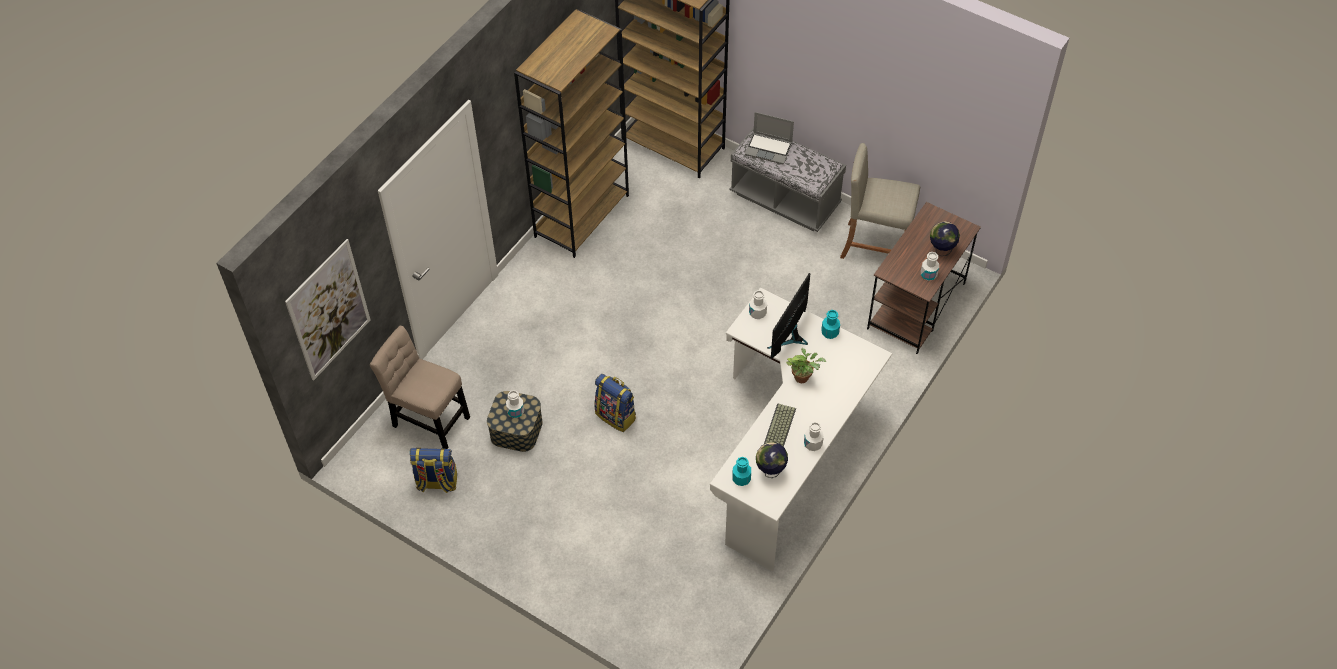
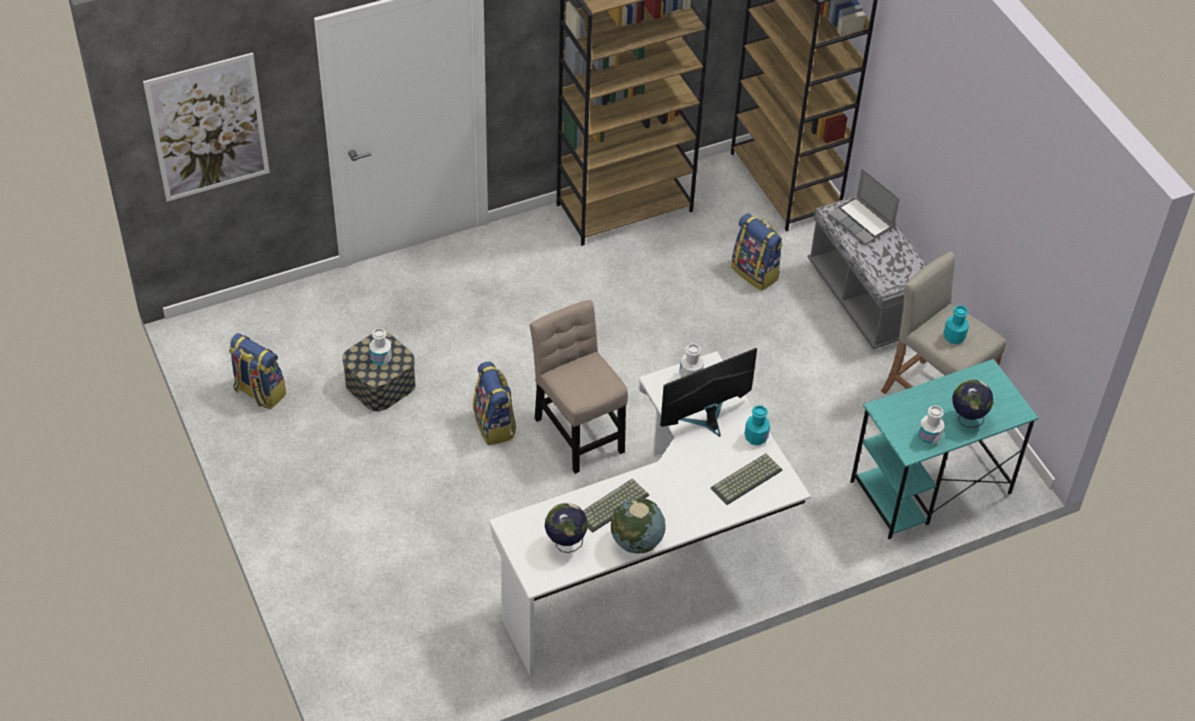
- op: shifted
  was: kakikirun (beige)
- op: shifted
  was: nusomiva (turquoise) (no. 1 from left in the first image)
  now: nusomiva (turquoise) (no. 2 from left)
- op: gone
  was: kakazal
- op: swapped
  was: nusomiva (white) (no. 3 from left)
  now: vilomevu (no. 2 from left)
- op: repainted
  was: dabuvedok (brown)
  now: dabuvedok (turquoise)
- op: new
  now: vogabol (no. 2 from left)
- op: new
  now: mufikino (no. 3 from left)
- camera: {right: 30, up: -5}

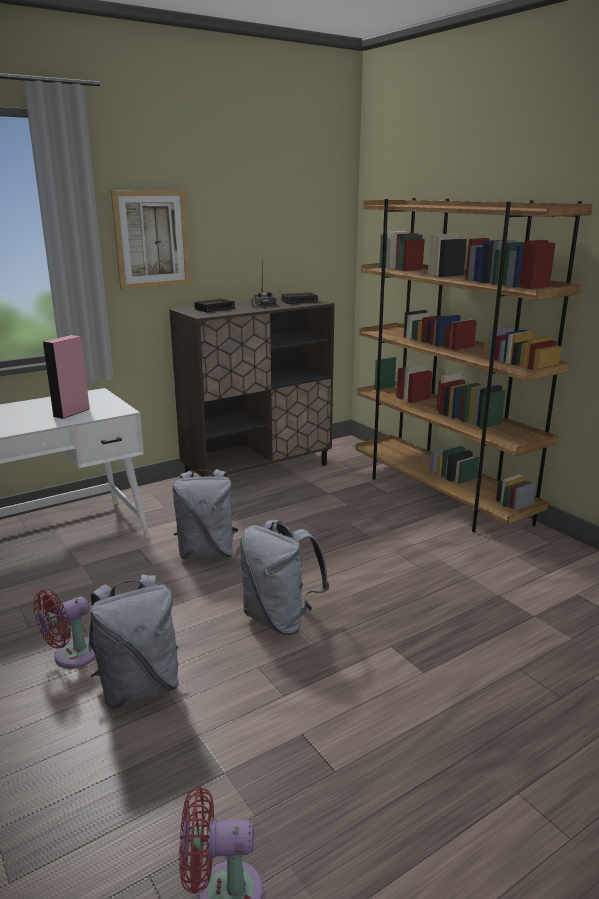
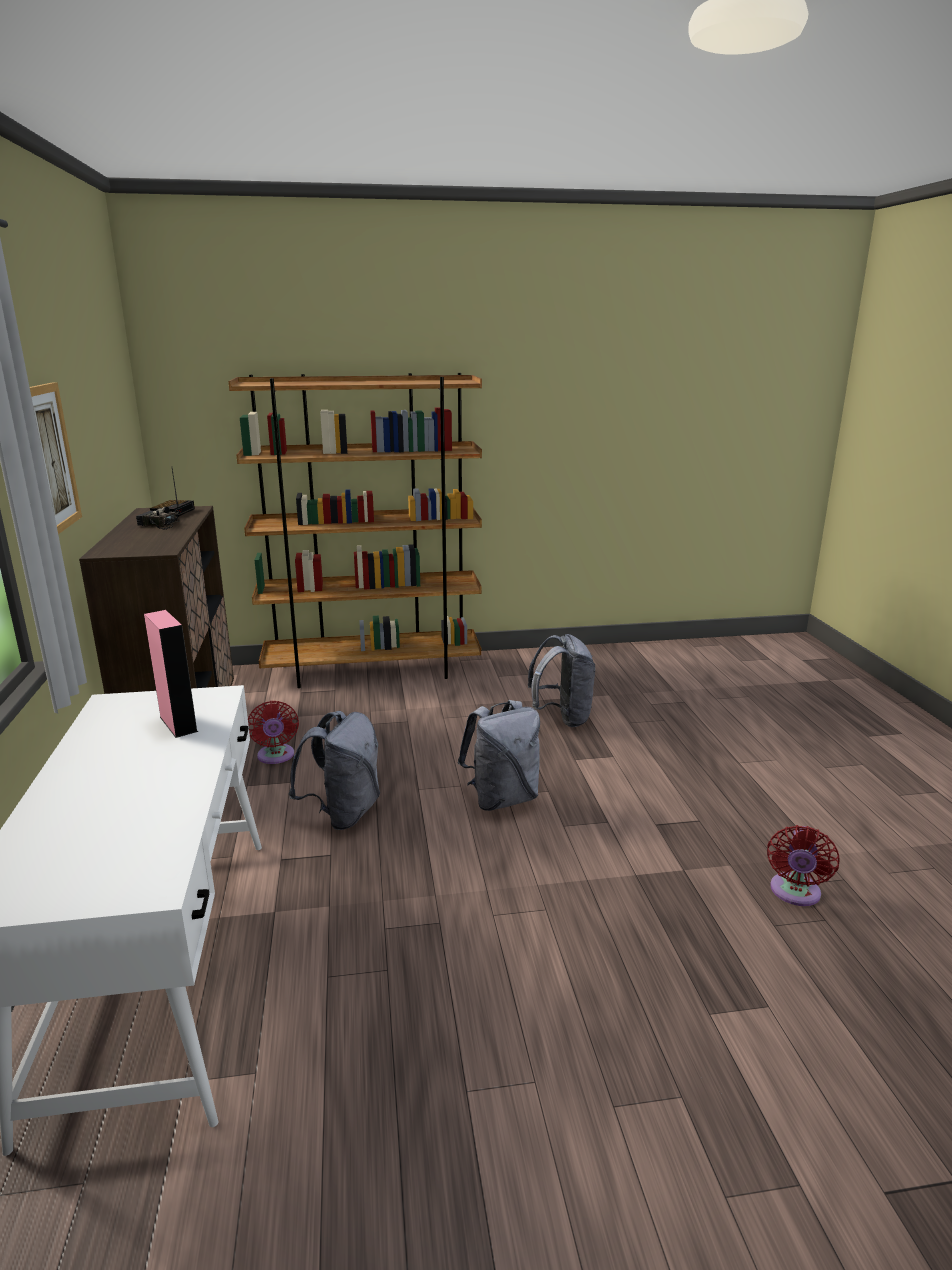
- op: shifted
  was: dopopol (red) (no. 1 from left)
- op: shifted
  was: mufikino (grey) (no. 1 from left in the first image)
  now: mufikino (grey) (no. 3 from left)
- op: gone
  was: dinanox (no. 1 from left)
- camera: {right: -65, up: 0}

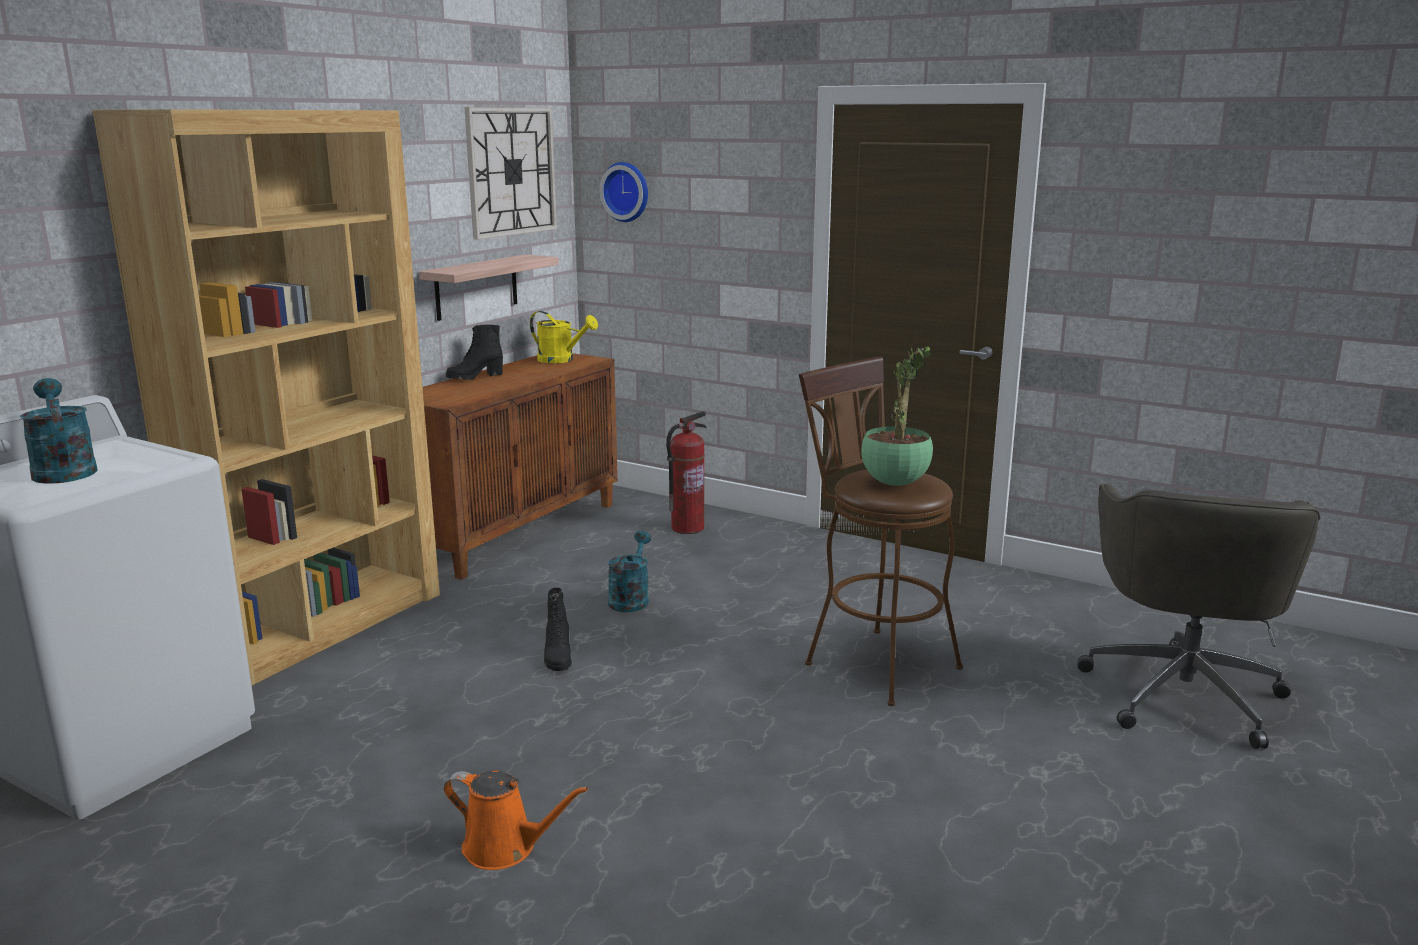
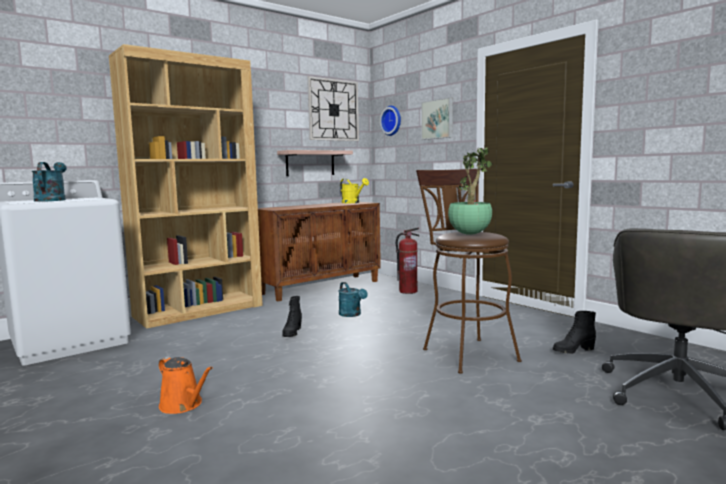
- op: shifted
  was: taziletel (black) (no. 1 from left in the first image)
  now: taziletel (black) (no. 2 from left)
- op: rotated
  was: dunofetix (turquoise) (no. 2 from left)
  clockwise: 120
- op: new
  now: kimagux
- camera: {right: 20, up: -10}

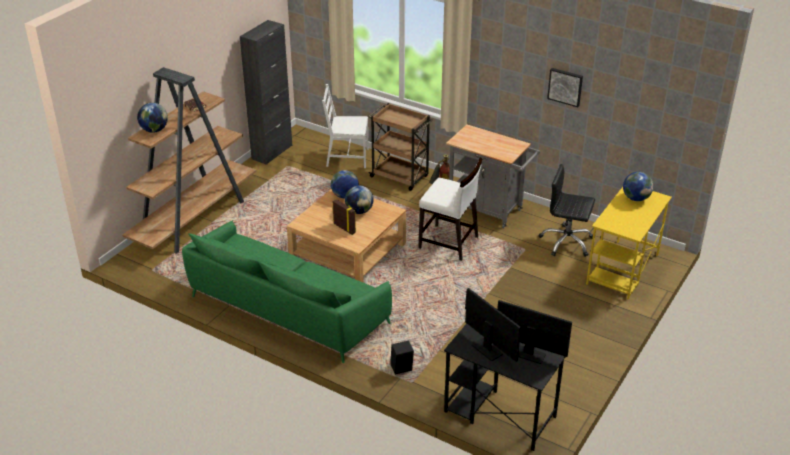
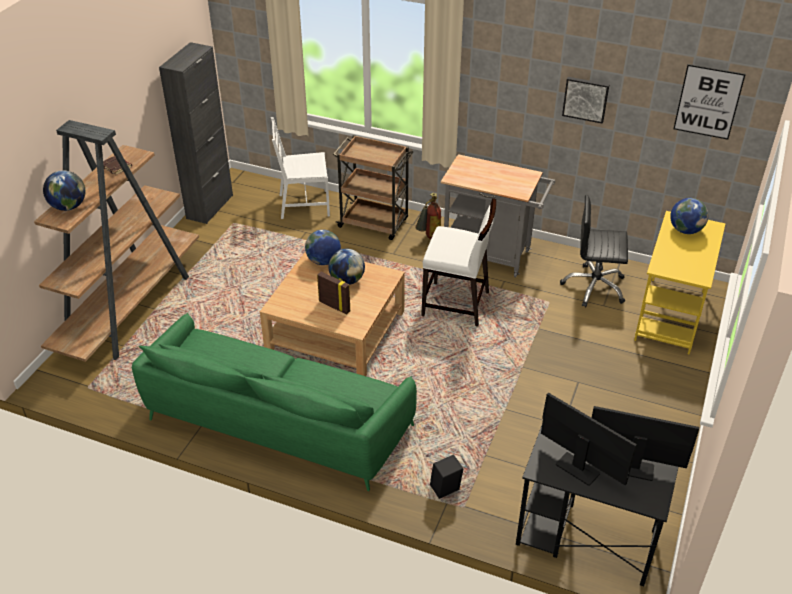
- op: new
  now: kimagux (no. 2 from left)
- camera: {right: -10, up: 5}

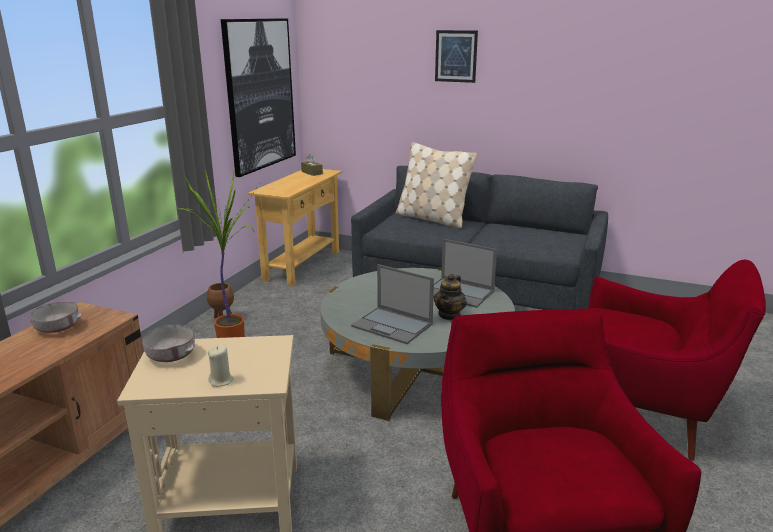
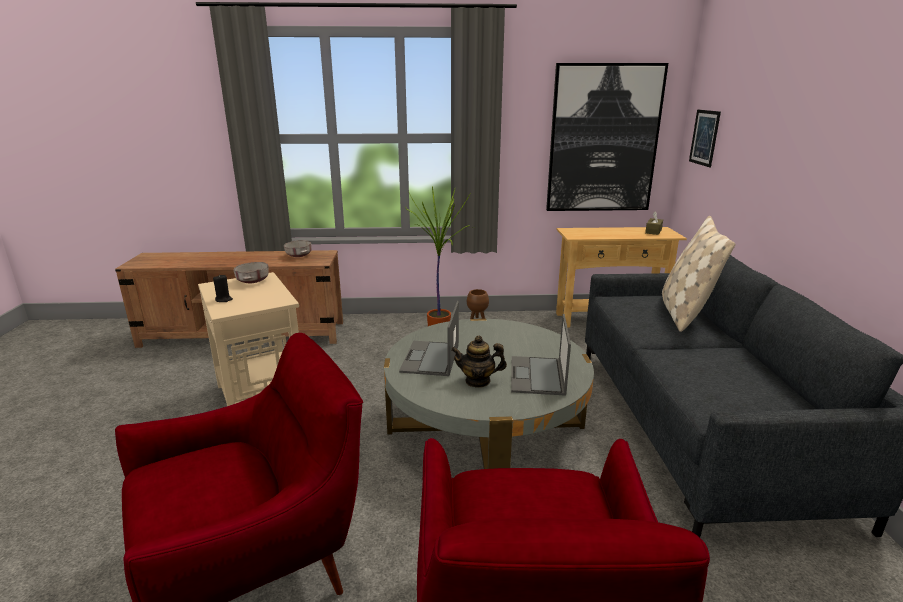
- op: repainted
  was: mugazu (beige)
  now: mugazu (black)
- op: shifted
  was: kimagux (no. 2 from left)
- camera: {right: 65, up: 0}

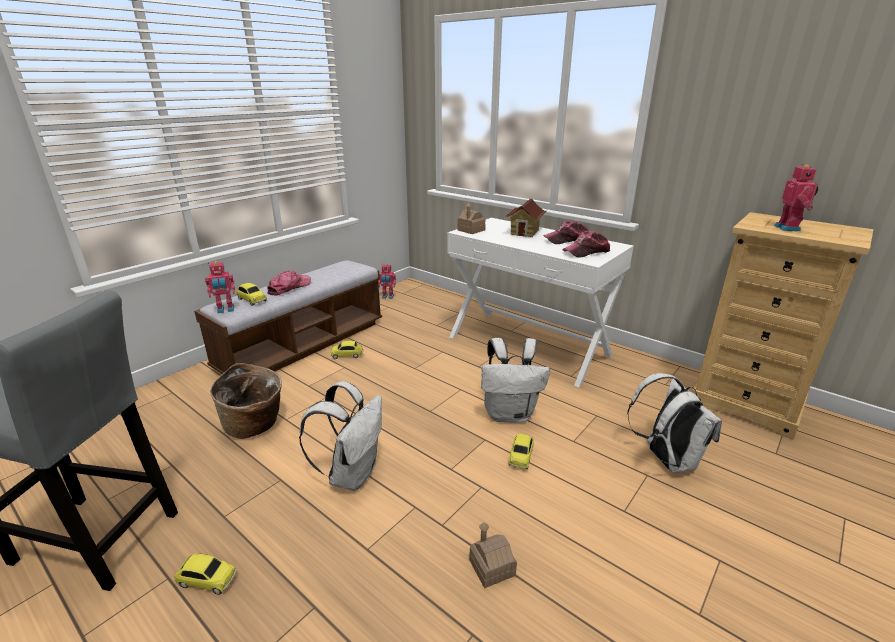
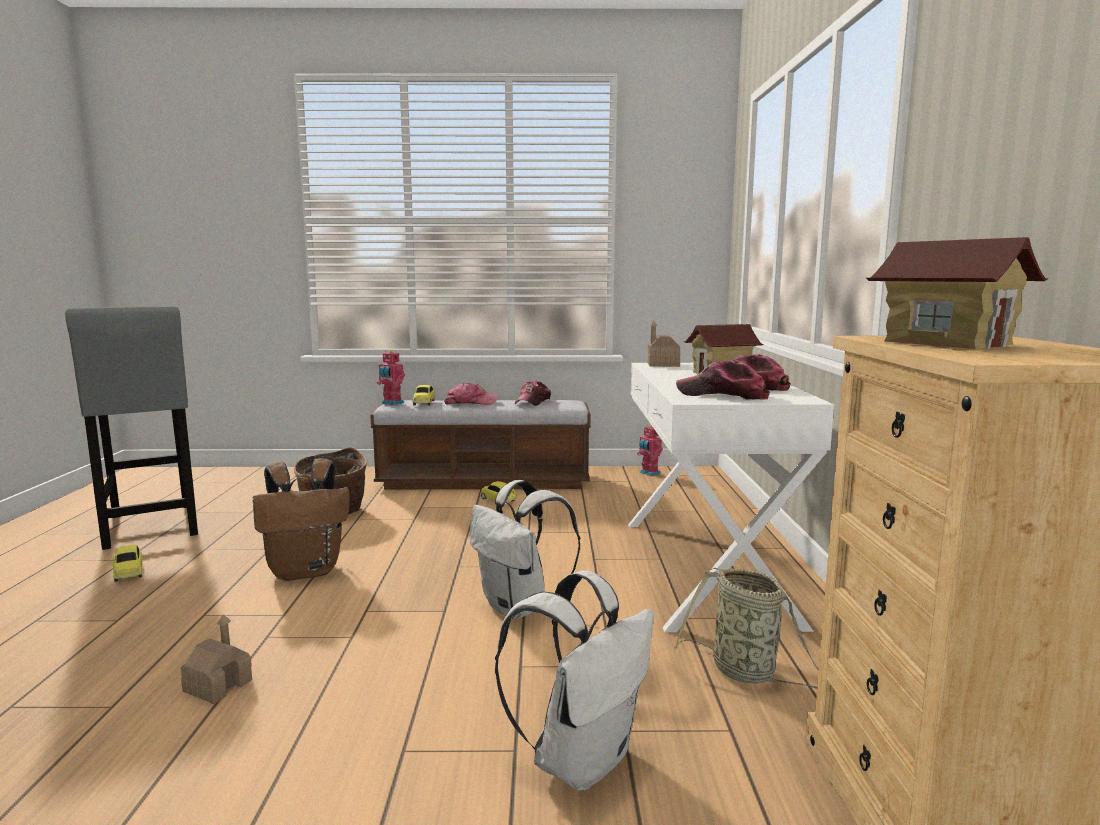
- op: repainted
  was: mufikino (white) (no. 1 from left)
  now: mufikino (brown)
- op: gone
  was: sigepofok (no. 4 from left)
- op: swapped
  was: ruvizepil (no. 3 from left)
  now: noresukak (no. 4 from left)
- op: new
  now: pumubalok (no. 2 from left)
- op: new
  now: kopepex (no. 2 from left)
- camera: {right: 50, up: -15}

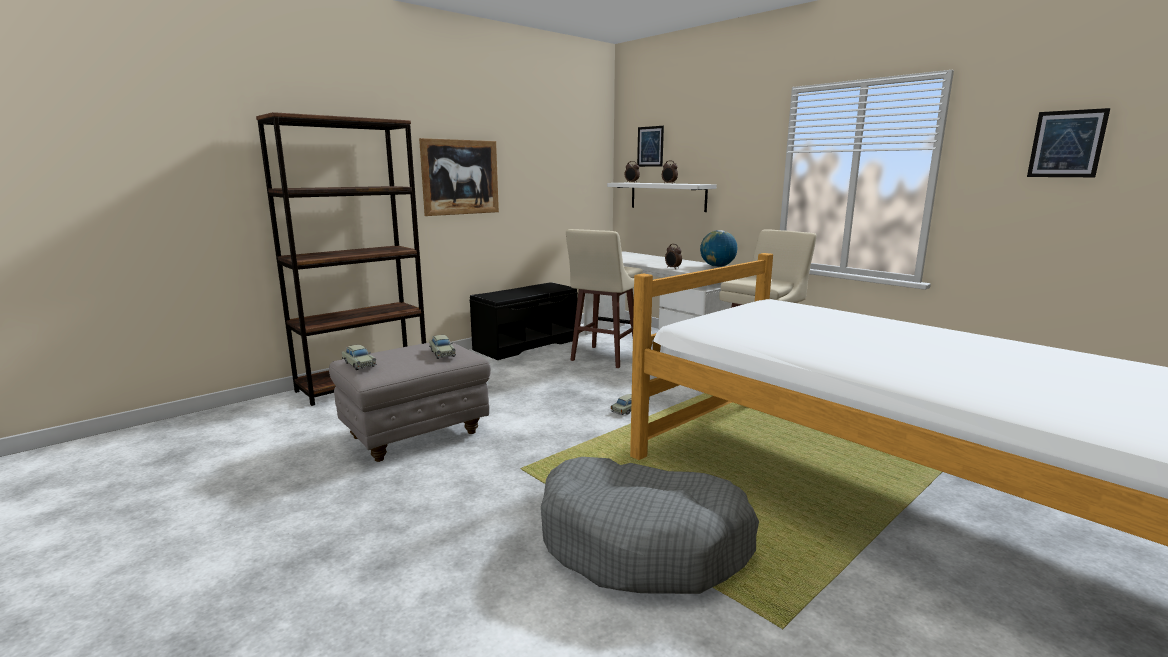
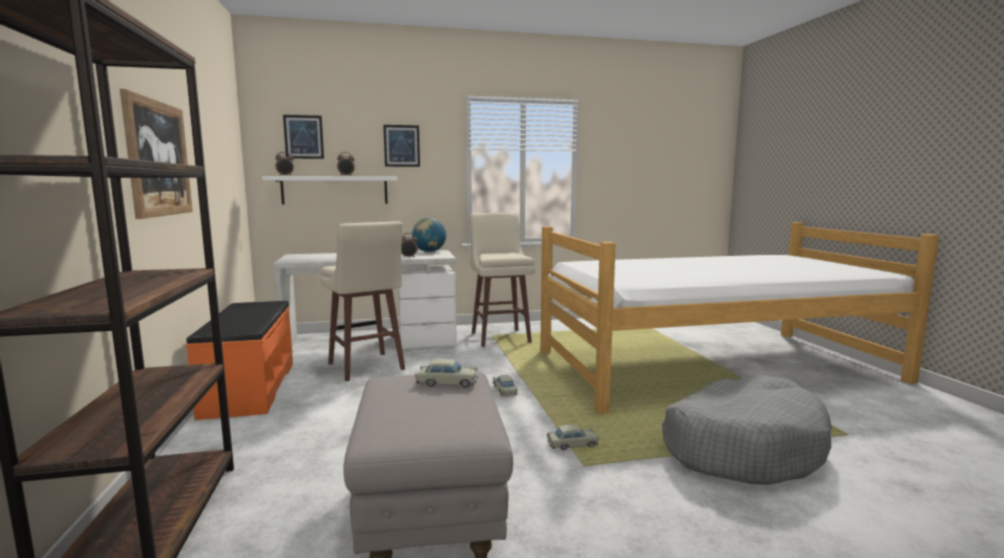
- op: shifted
  was: sigepofok (beige) (no. 1 from left in the first image)
  now: sigepofok (beige) (no. 3 from left)
- op: repainted
  was: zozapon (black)
  now: zozapon (orange)
- op: shifted
  was: kimagux (no. 3 from left)
- camera: {right: -60, up: -5}

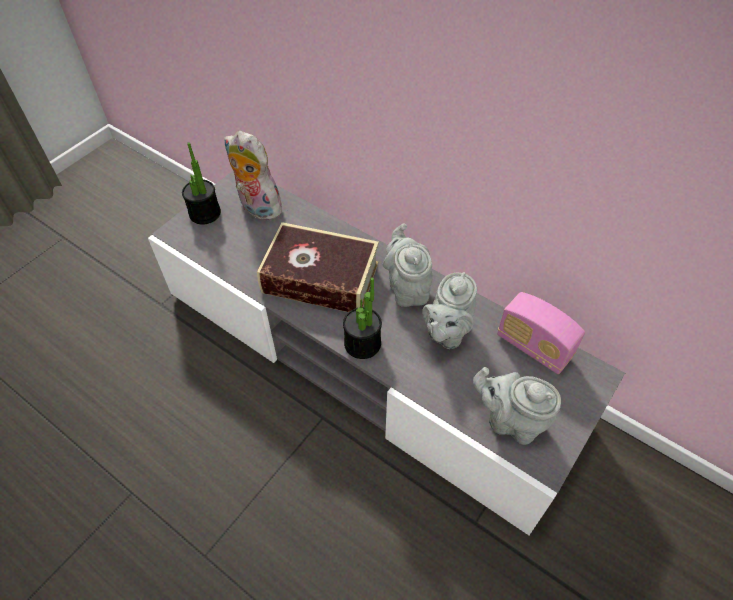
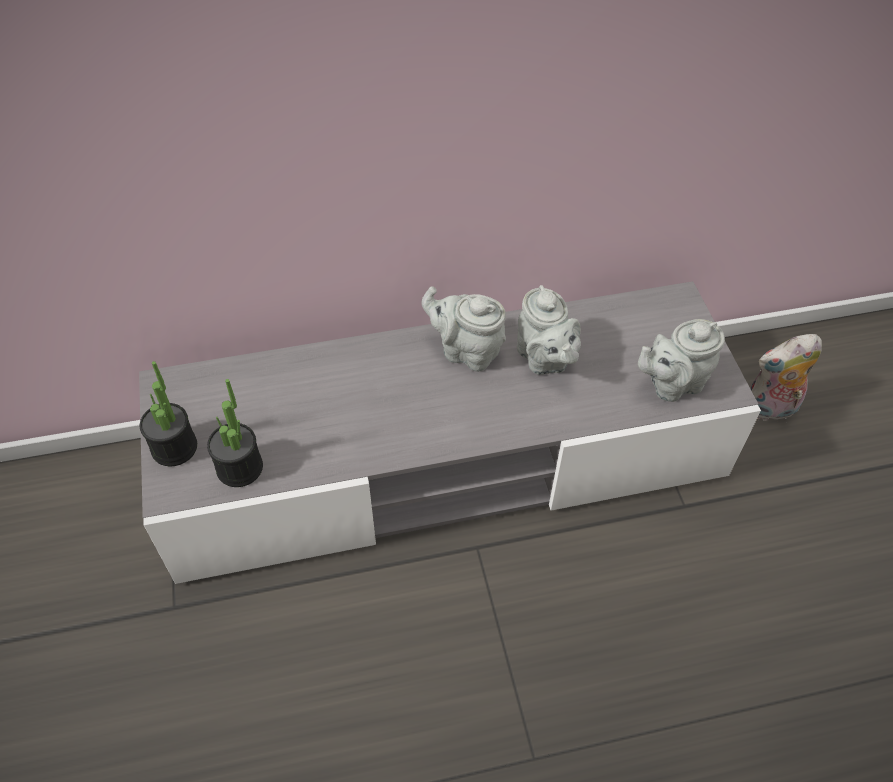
- op: shifted
  was: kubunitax
- op: gone
  was: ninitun
- op: shifted
  was: kakazal (no. 2 from left)
- op: gone
  was: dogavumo
- camera: {right: -50, up: 0}

